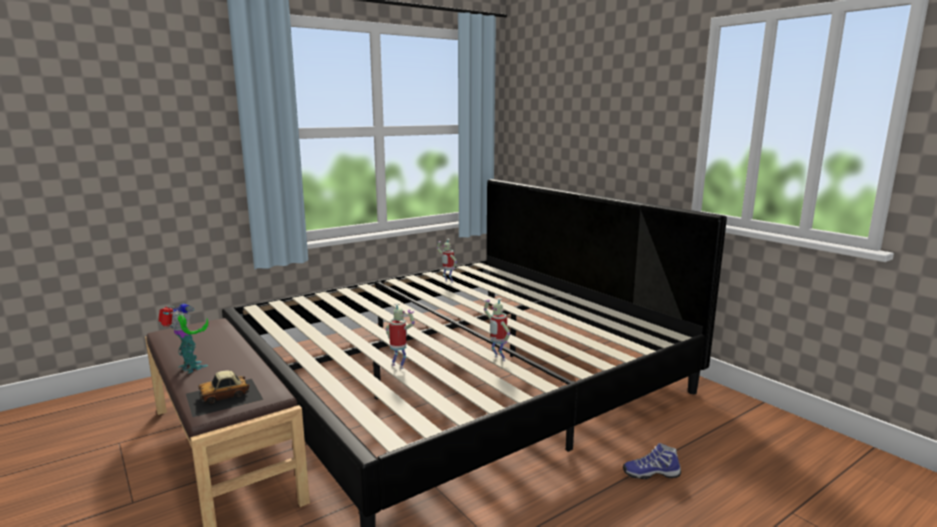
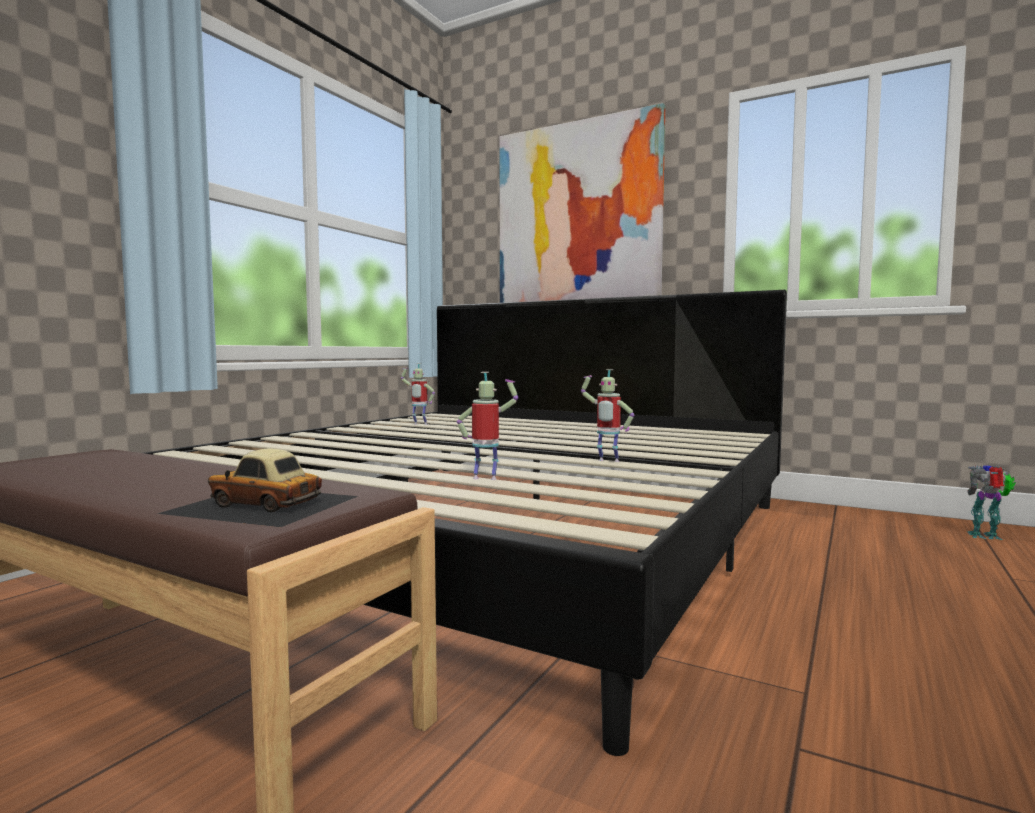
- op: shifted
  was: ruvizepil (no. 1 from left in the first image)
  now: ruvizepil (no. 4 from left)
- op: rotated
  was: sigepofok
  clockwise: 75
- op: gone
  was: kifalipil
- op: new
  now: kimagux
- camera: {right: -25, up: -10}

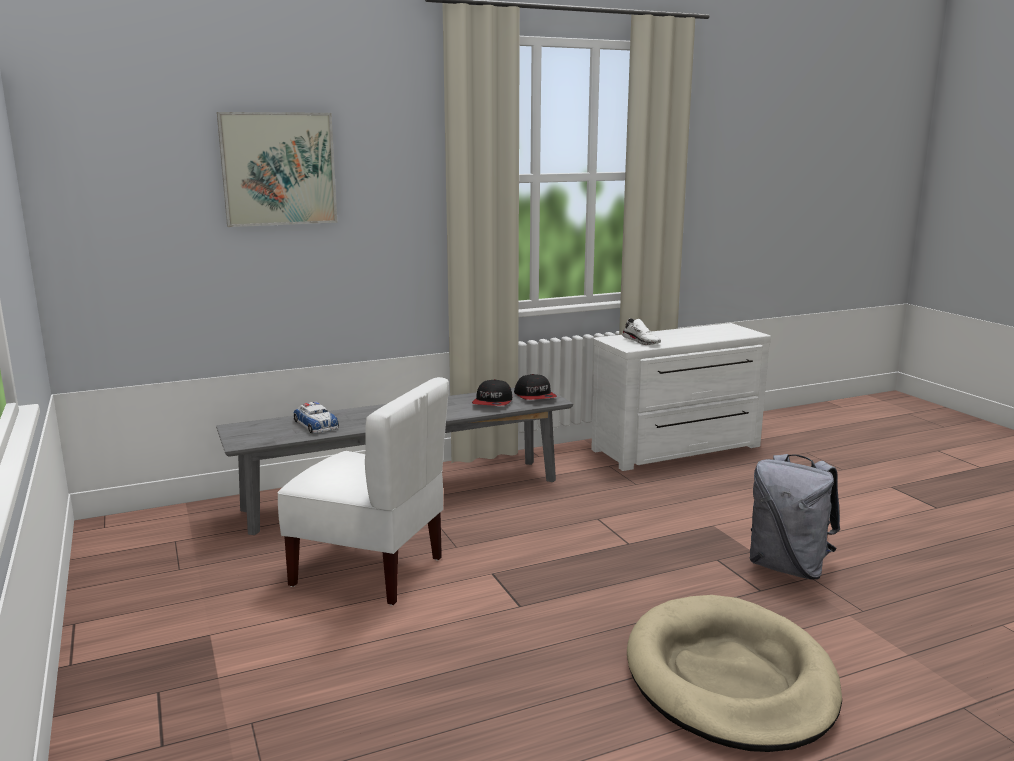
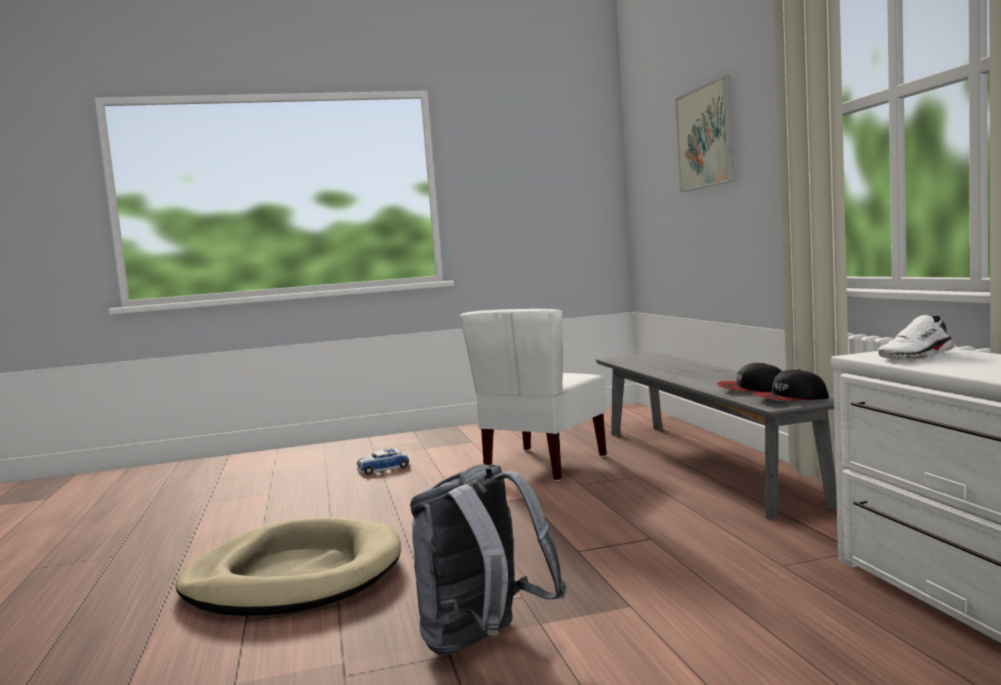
- op: shifted
  was: sigepofok
- camera: {right: 100, up: -10}

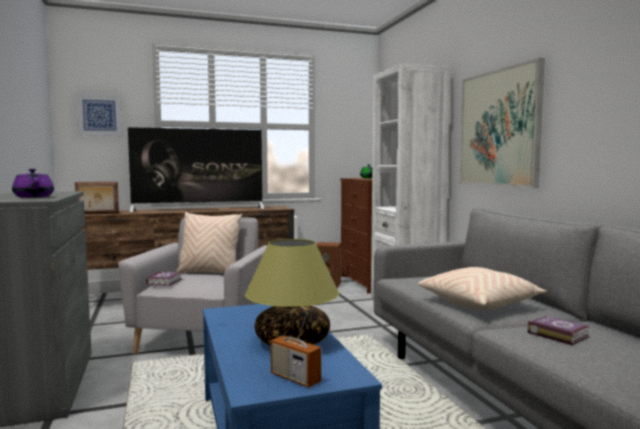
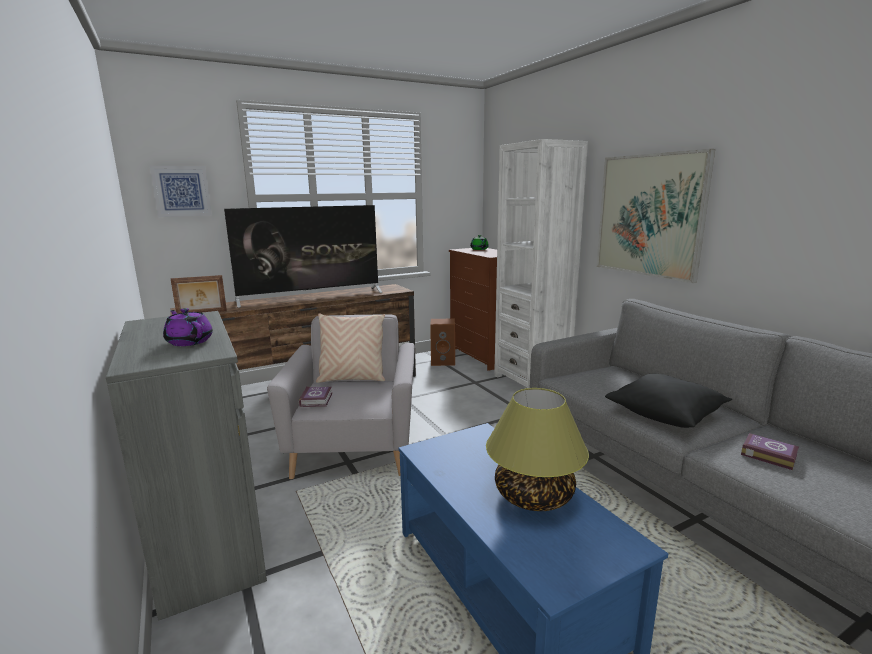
- op: gone
  was: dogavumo
- op: repainted
  was: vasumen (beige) (no. 2 from left)
  now: vasumen (black)
- camera: {right: -10, up: 10}

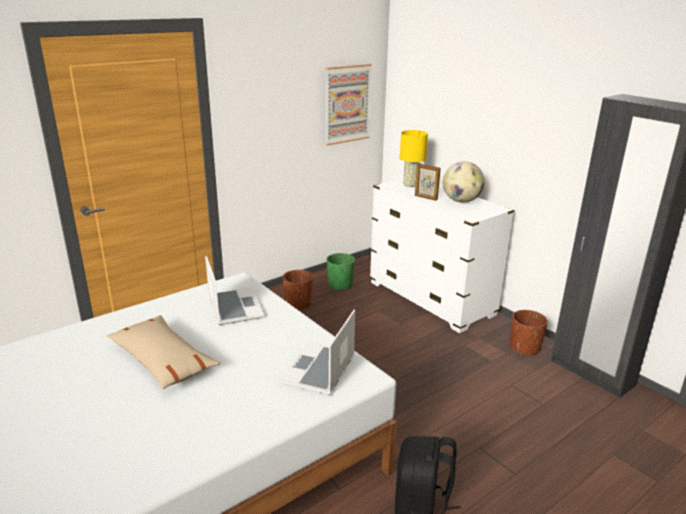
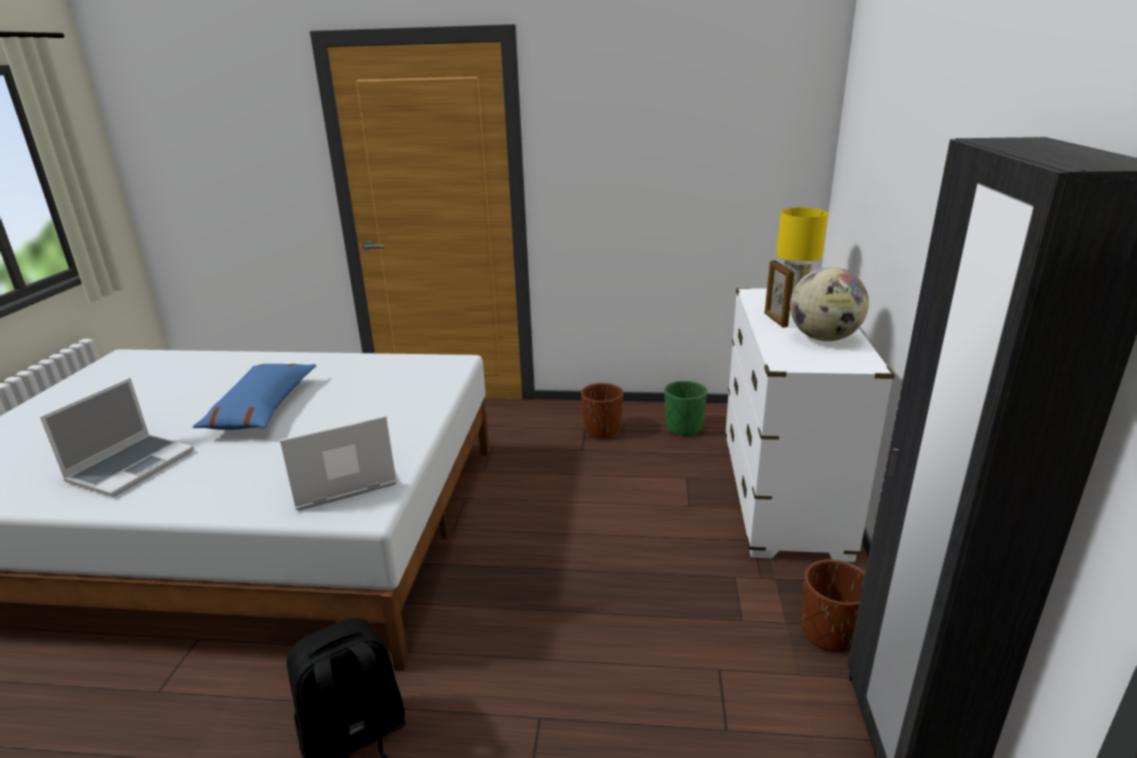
- op: repainted
  was: vasumen (beige)
  now: vasumen (blue)
- op: shifted
  was: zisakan (no. 1 from left)
- op: gone
  was: kimagux
- camera: {right: 45, up: 0}

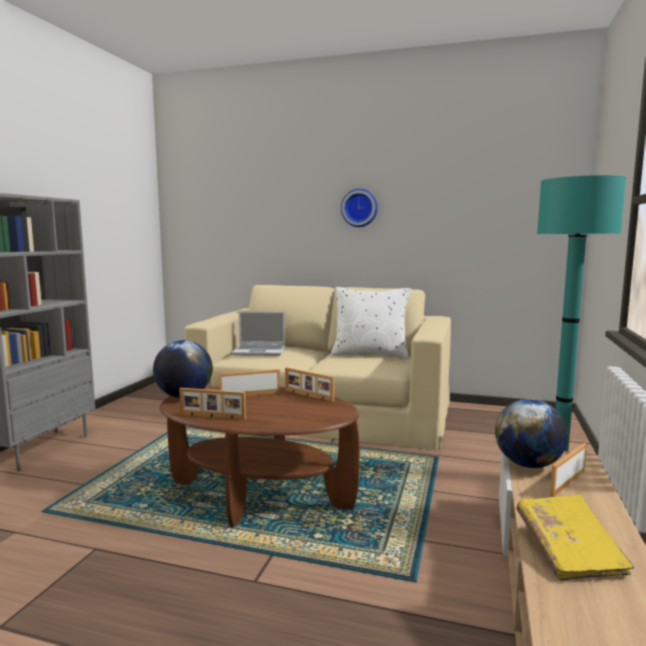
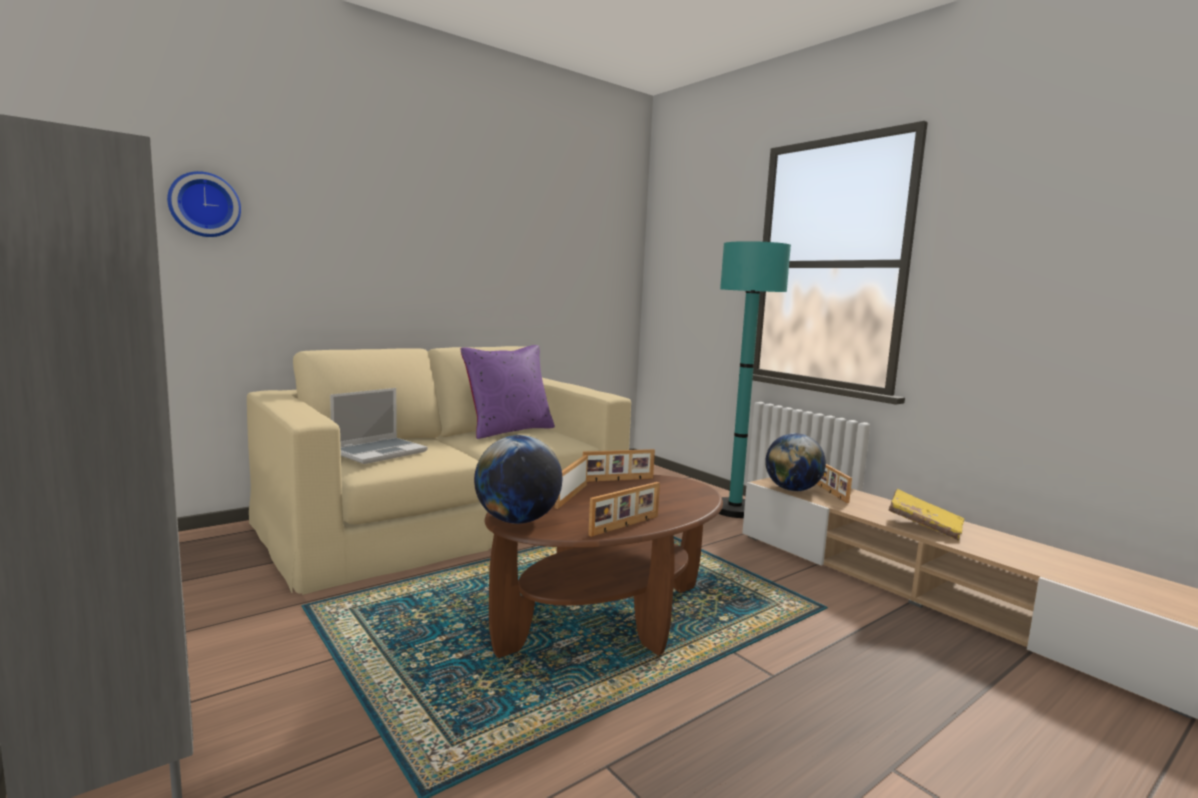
- op: repainted
  was: vasumen (white)
  now: vasumen (purple)
- op: shifted
  was: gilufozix
- camera: {right: -55, up: 0}

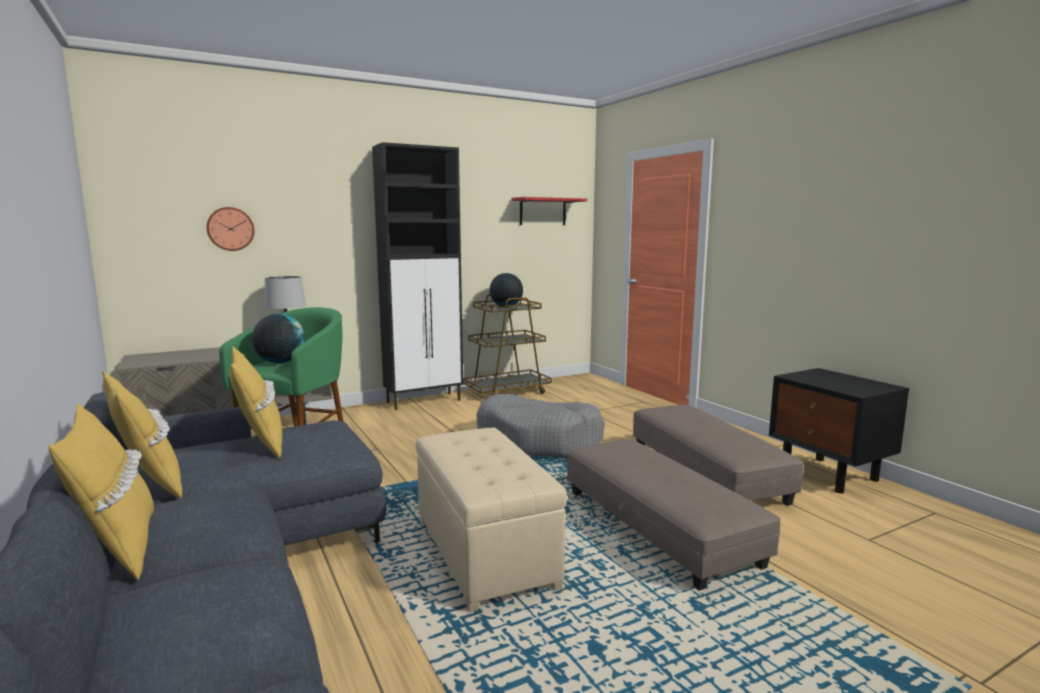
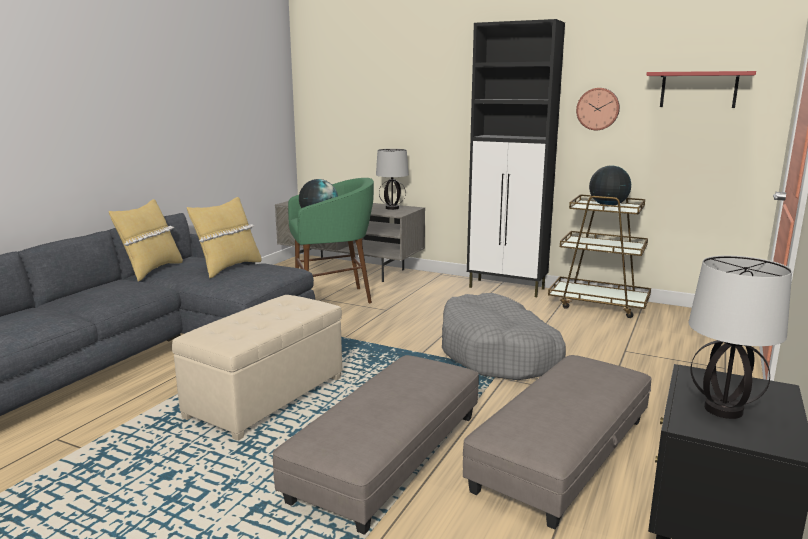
- op: gone
  was: vasumen (yellow) (no. 1 from left)
- op: shifted
  was: gilufozix
- op: new
  now: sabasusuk (no. 2 from left)
- camera: {right: 55, up: 5}

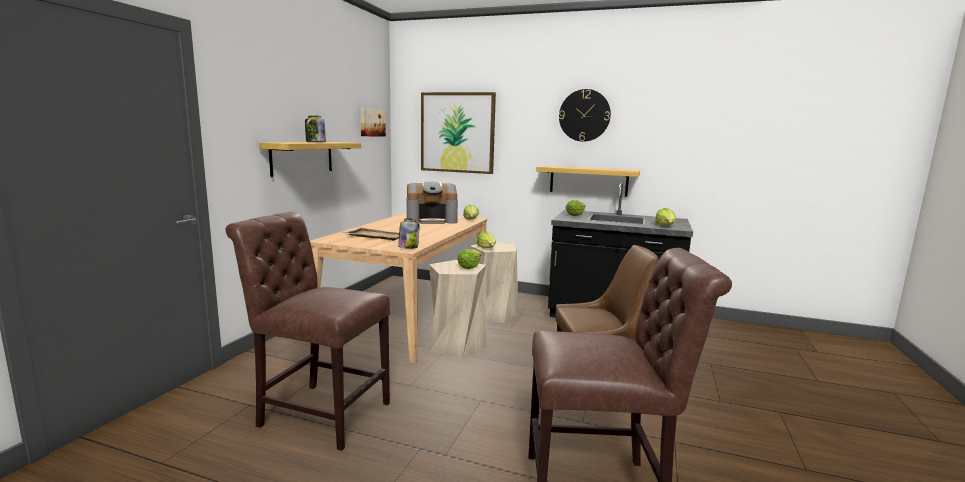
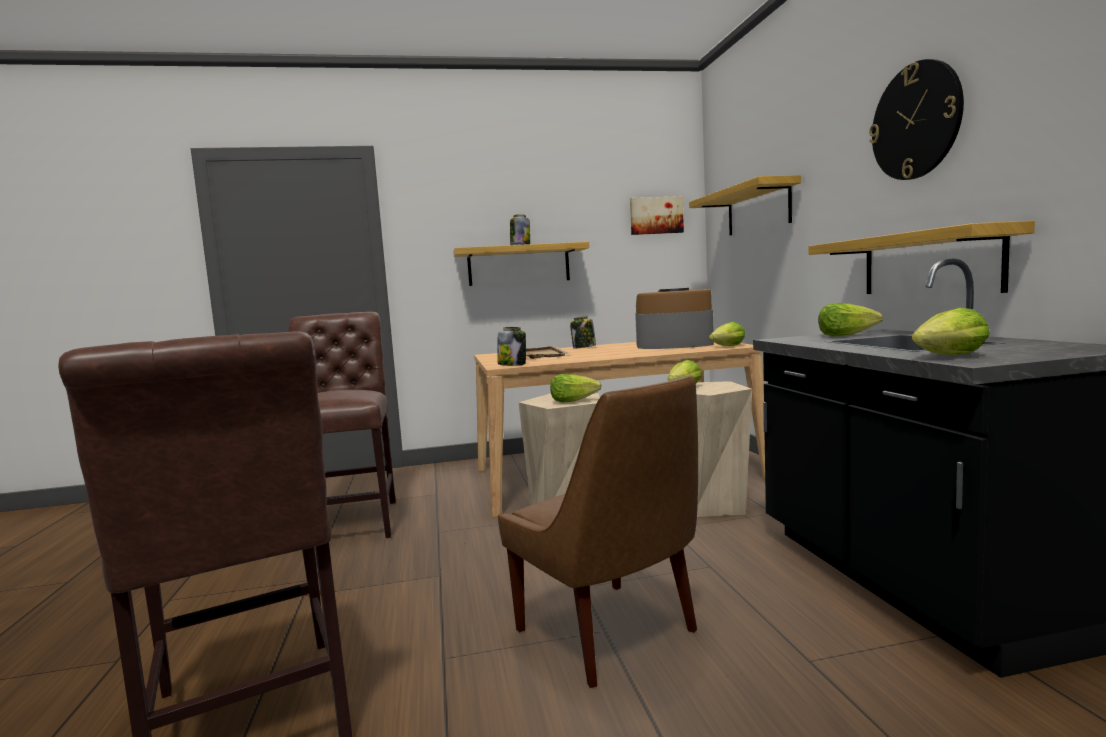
- op: rotated
  was: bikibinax
  clockwise: 135
- op: swapped
  was: kimagux (no. 2 from left)
  now: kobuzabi (no. 2 from left)
- op: new
  now: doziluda (no. 3 from left)
- camera: {right: 60, up: -5}

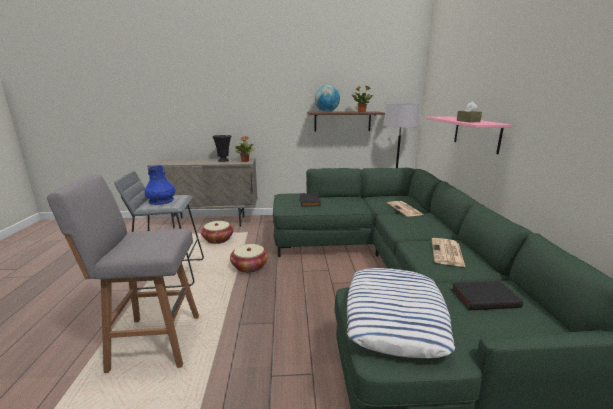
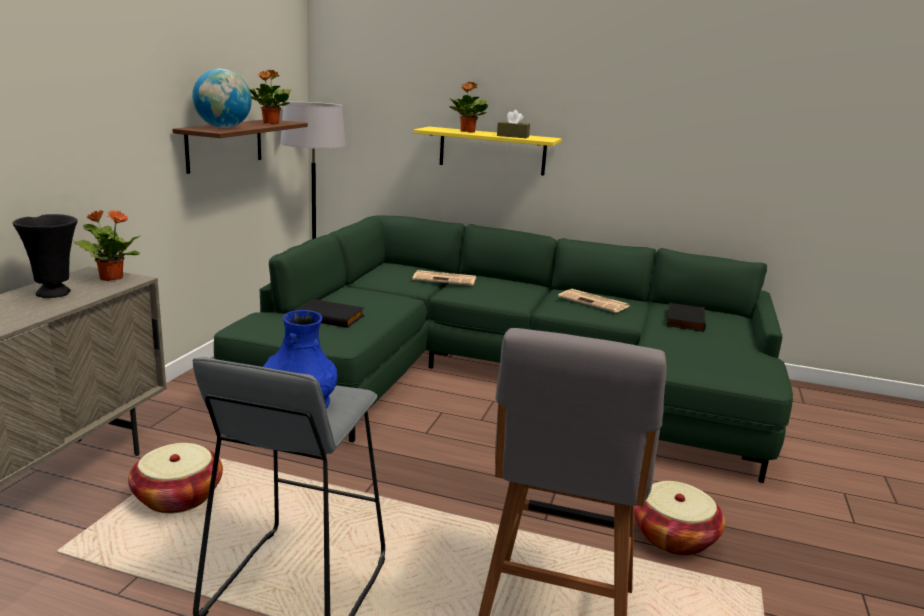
- op: shifted
  was: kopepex (no. 2 from left)
- op: gone
  was: vasumen
- op: repainted
  was: kobuzabi (pink)
  now: kobuzabi (yellow)
- op: new
  now: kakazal (no. 3 from left)
- camera: {right: -70, up: 0}

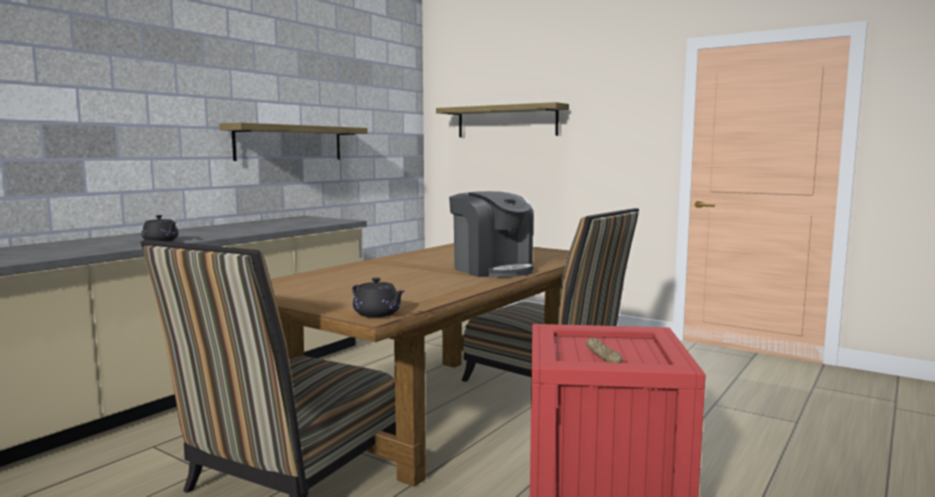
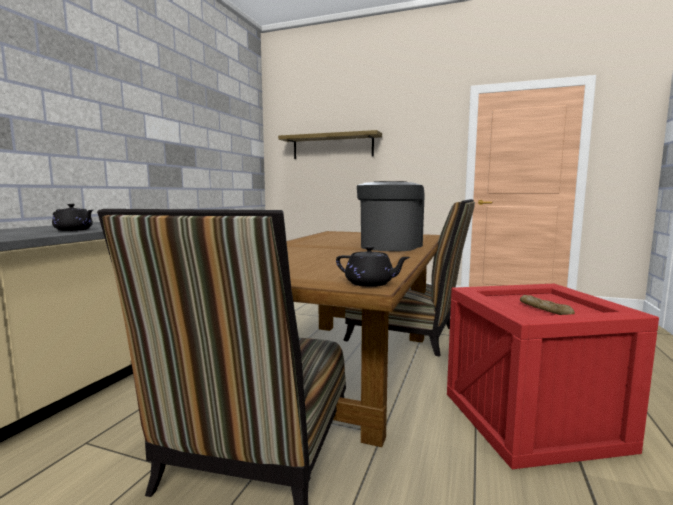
- op: gone
  was: kobuzabi (no. 1 from left)
- op: rotated
  was: bikibinax
  clockwise: -105
- camera: {right: -15, up: 0}

